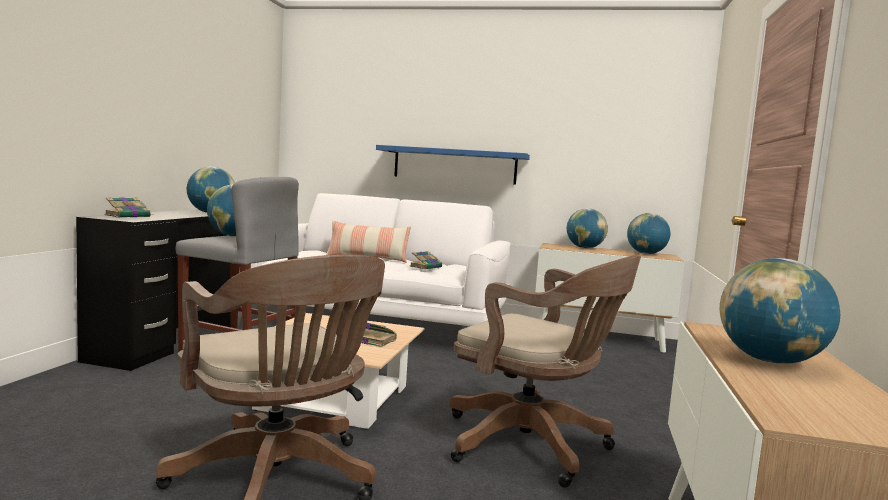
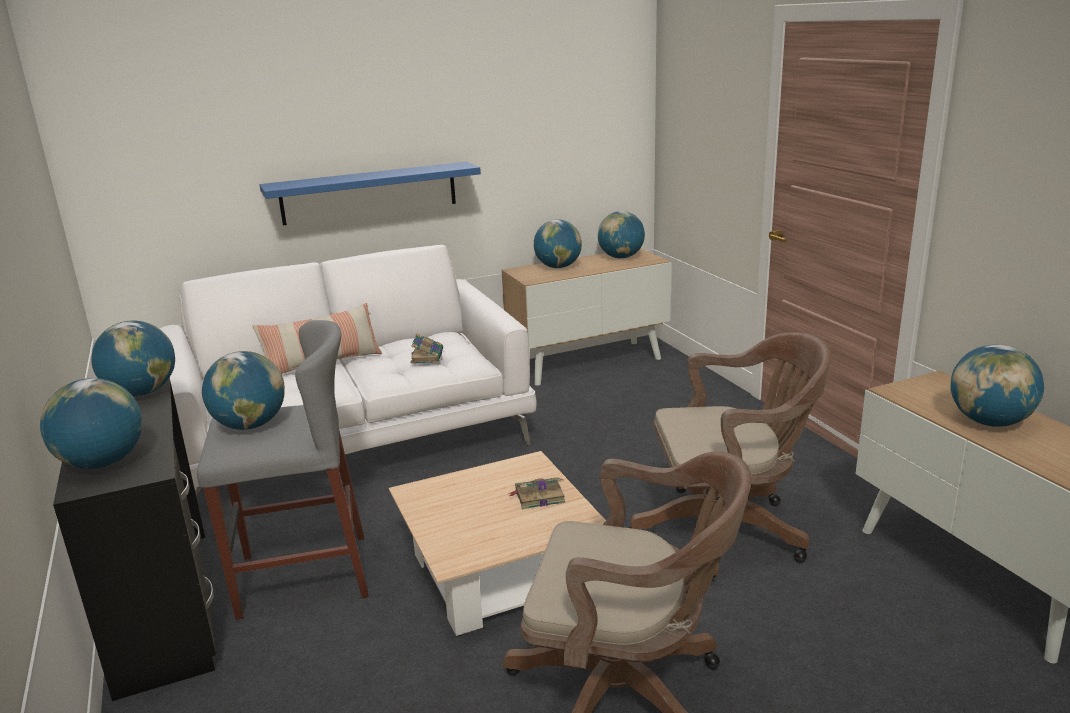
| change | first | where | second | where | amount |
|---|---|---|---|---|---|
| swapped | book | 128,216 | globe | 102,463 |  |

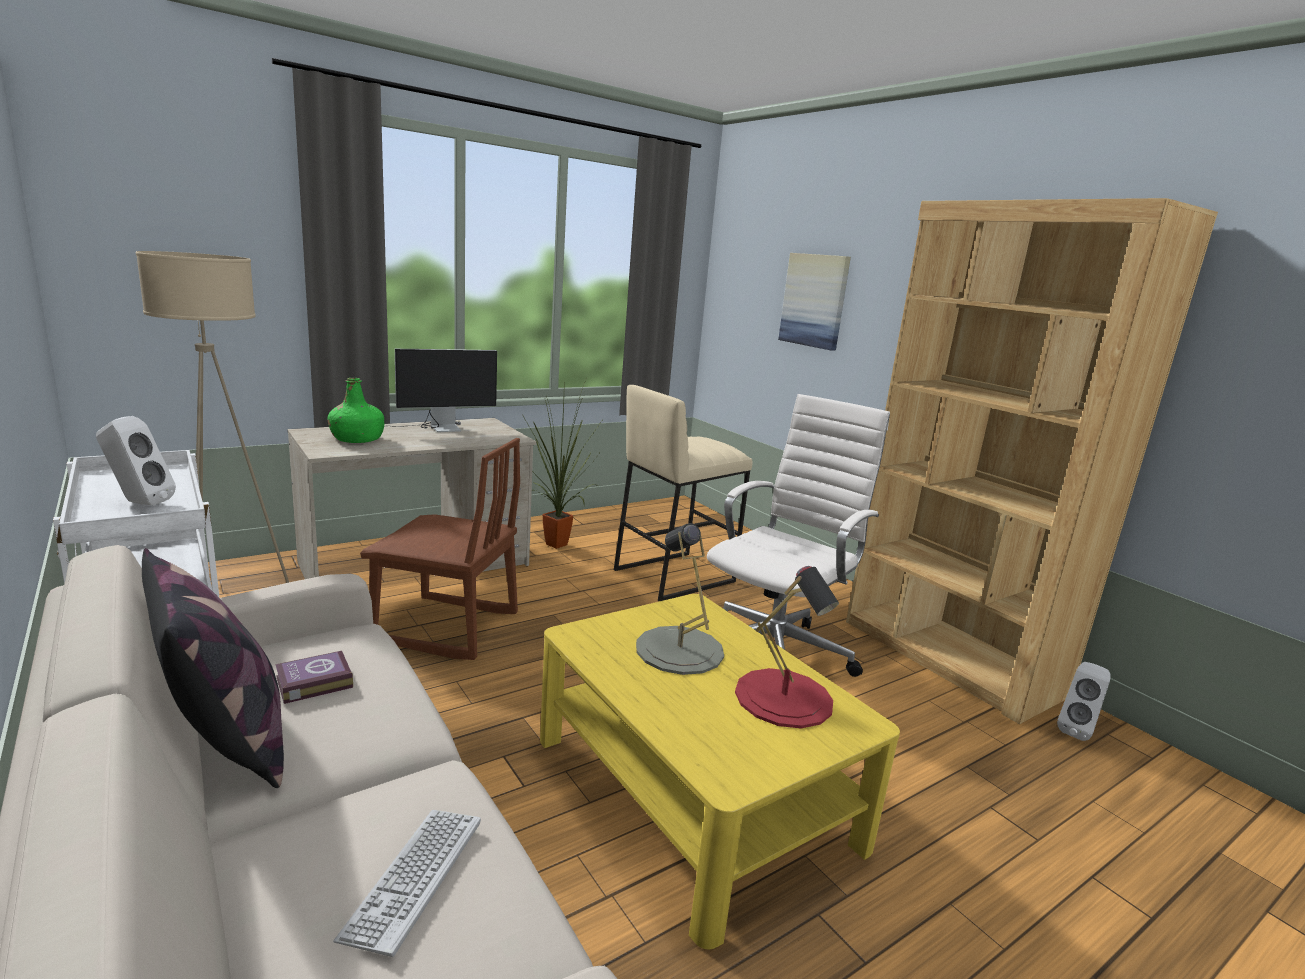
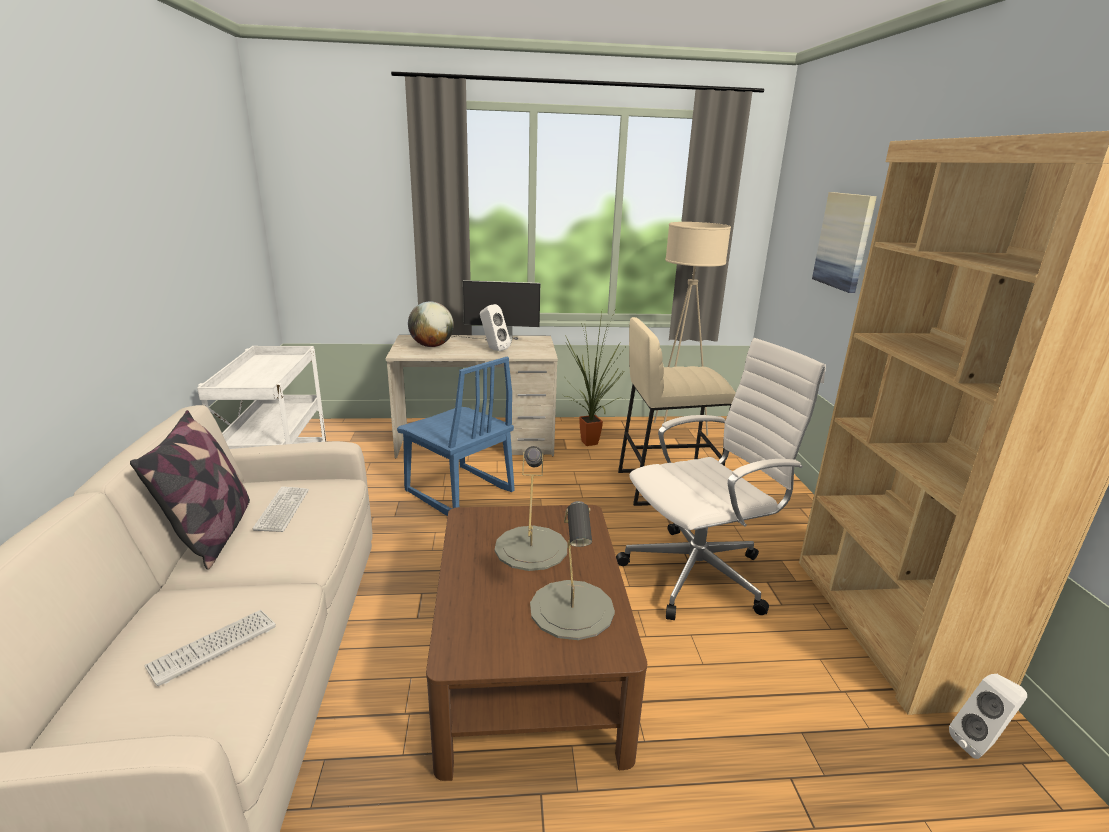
| change | first | where | second | where | amount |
|---|---|---|---|---|---|
| shifted | white speaker | 138,503 |  | 493,349 |  |
| shifted | beige floor lamp | 230,589 |  | 675,434 |  |
| swapped | book | 312,682 | keyboard | 282,510 |  |
| swapped | green bottle | 357,439 | globe | 432,346 |  |
| repainted | brown chair | 446,628 | blue chair | 458,492 |  |
| repainted | yellow coffee table | 693,790 | brown coffee table | 528,662 |  |
| repainted | red table lamp | 784,697 | grey table lamp | 572,609 |  |

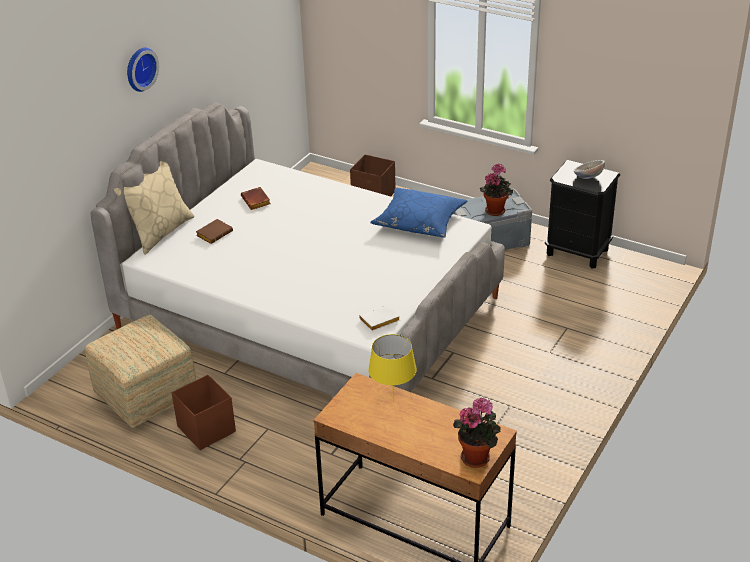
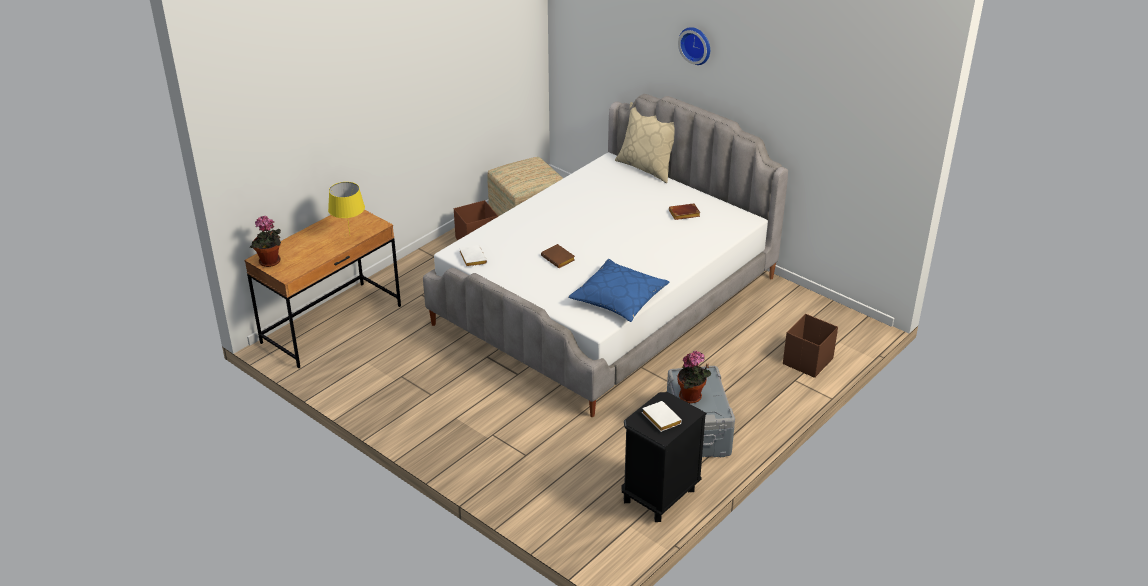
| change | first | where | second | where | amount |
|---|---|---|---|---|---|
| shifted | brown book | 214,233 |  | 559,259 |  |
| swapped | bowl | 588,177 | white book | 659,419 |  |

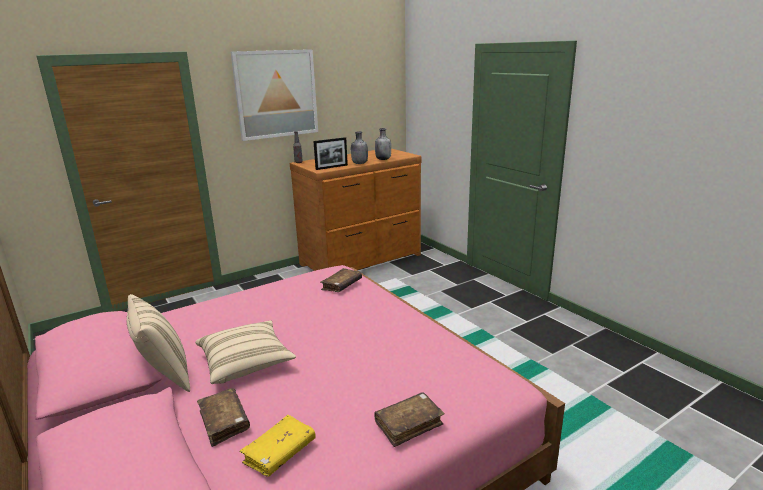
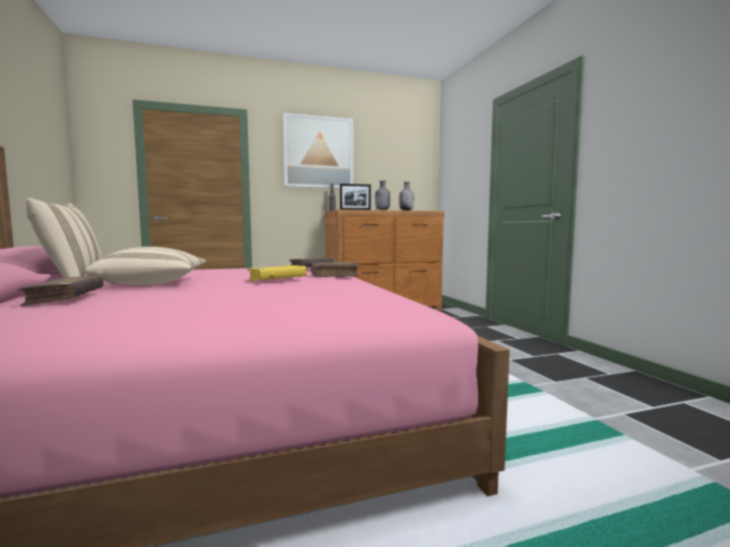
| change | first | where | second | where | amount |
|---|---|---|---|---|---|
| shifted | yellow book | 280,453 |  | 277,280 |  |
| shifted | brown book | 409,424 |  | 334,275 |  |

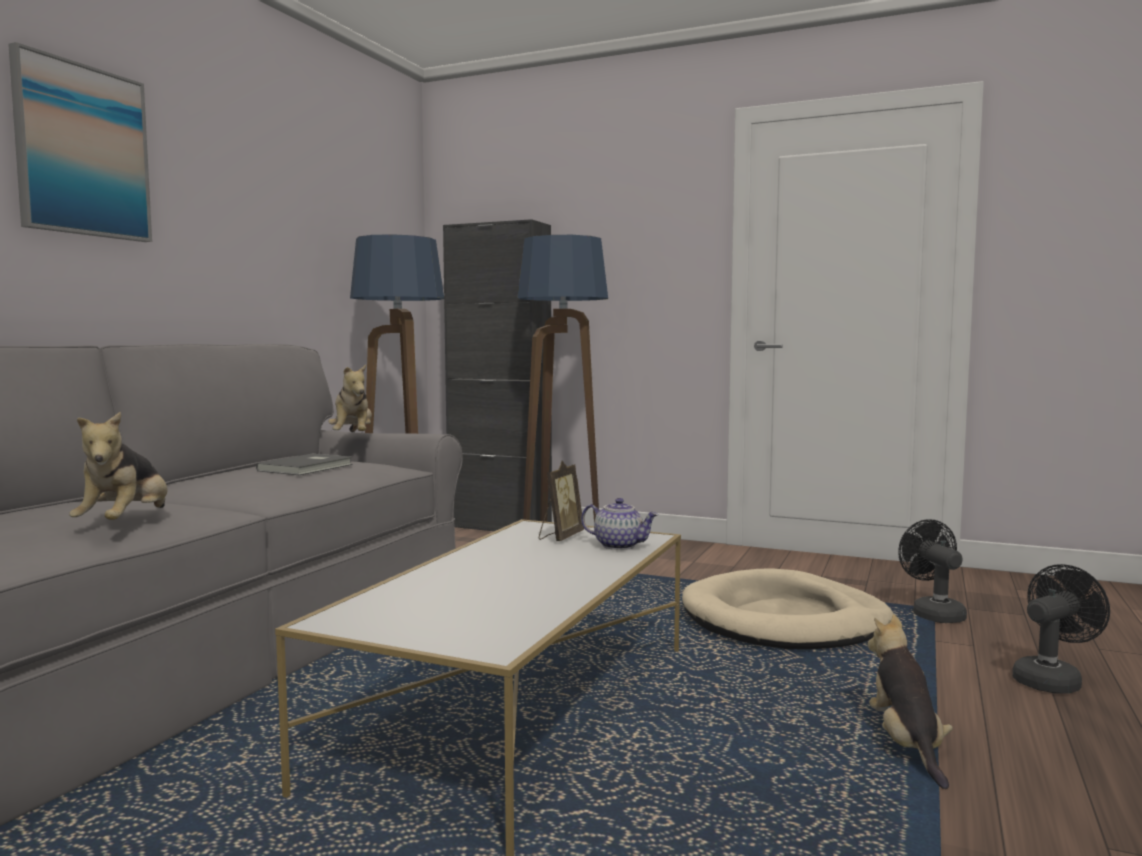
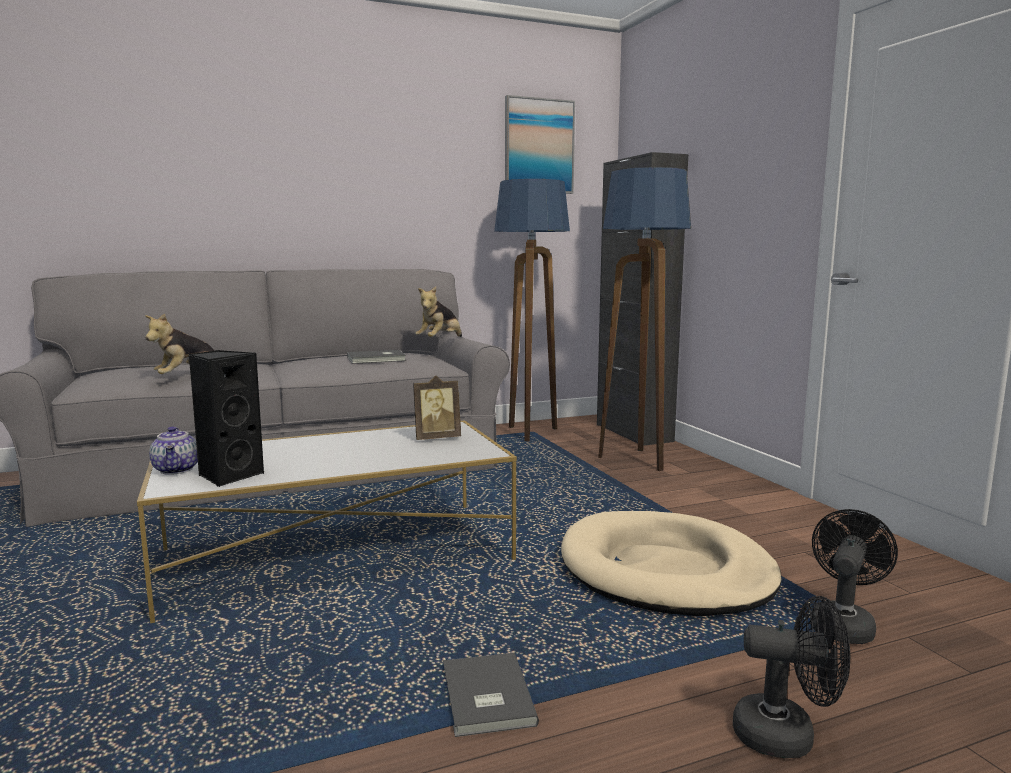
| change | first | where | second | where | amount |
|---|---|---|---|---|---|
| shifted | picture | 82,151 |  | 539,146 |  |
| shifted | teapot | 619,545 |  | 177,470 |  |
| swapped | plush toy | 906,745 | grey book | 484,698 |  |
| new |  |  | black speaker | 229,475 |  |

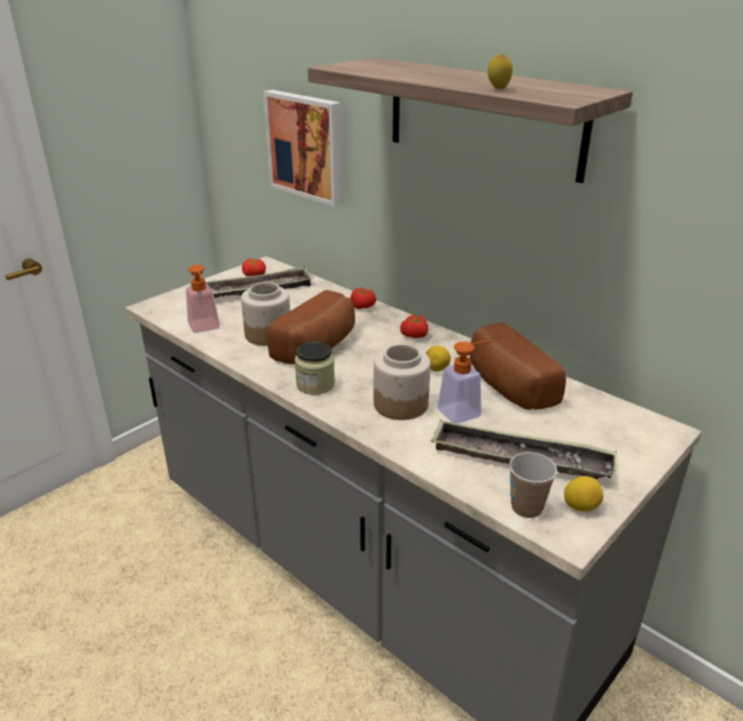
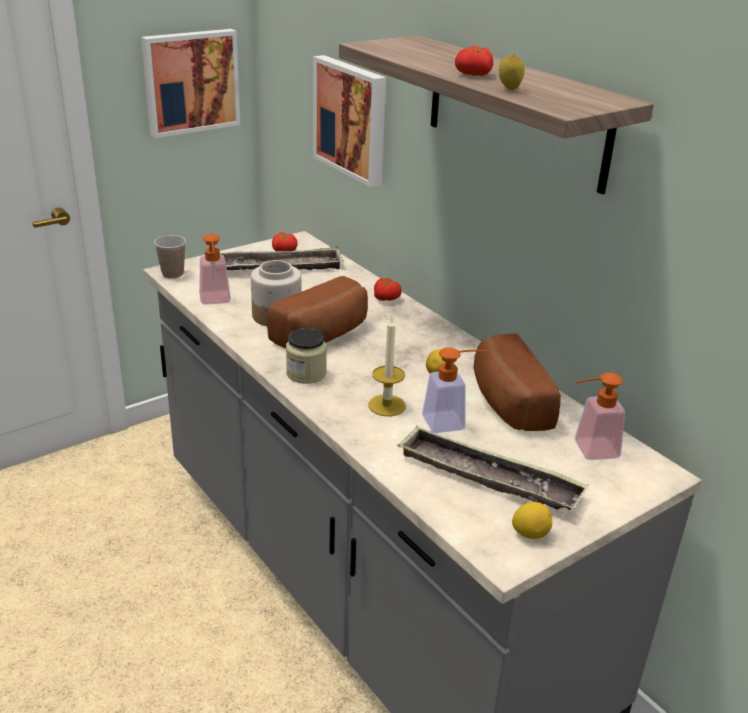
| change | first | where | second | where | amount |
|---|---|---|---|---|---|
| swapped | jar | 401,404 | candle | 387,405 |  |
| shifted | tomato | 415,336 |  | 475,75 |  |
| shifted | cup | 526,507 |  | 173,274 |  |
| new |  |  | picture | 190,81 |  |
| new |  |  | soap dispenser | 588,450 |  |

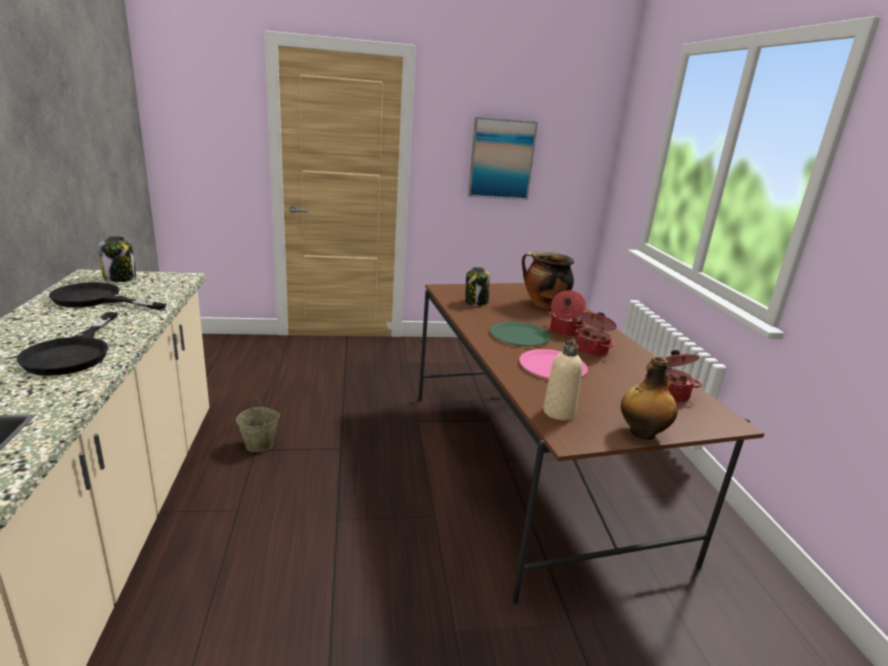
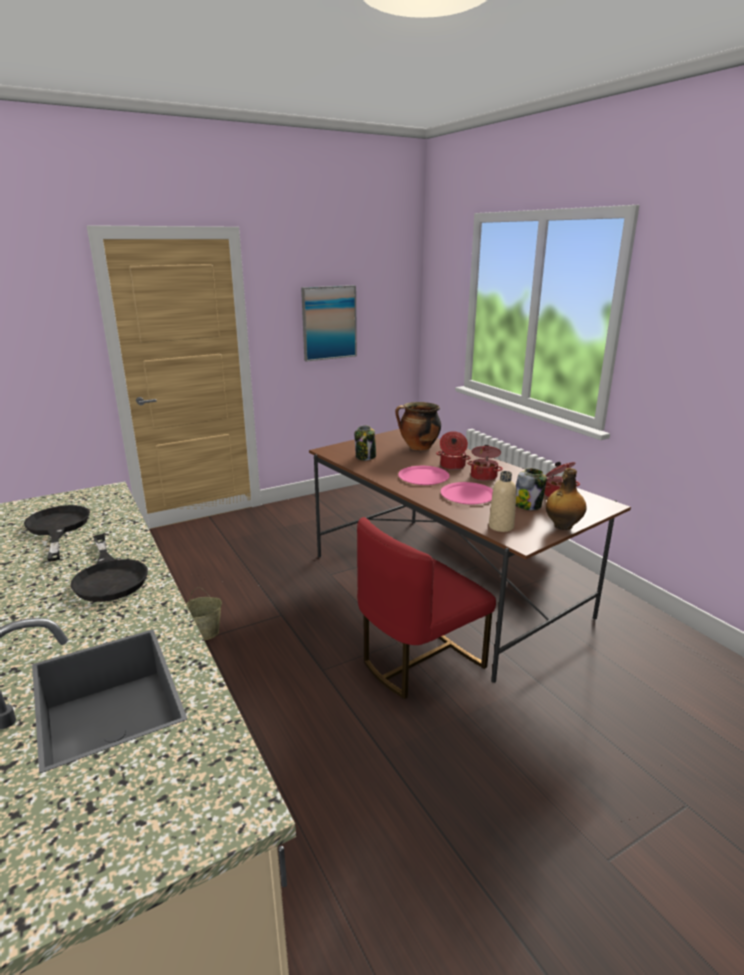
| change | first | where | second | where | amount |
|---|---|---|---|---|---|
| rotated | black frying pan | 96,299 |  | 58,528 | 75 degrees clockwise |
| shifted | jar | 120,278 |  | 527,505 |  |
| repainted | green plate | 519,335 | pink plate | 423,476 |  |
| new |  |  | red chair | 419,661 |  |

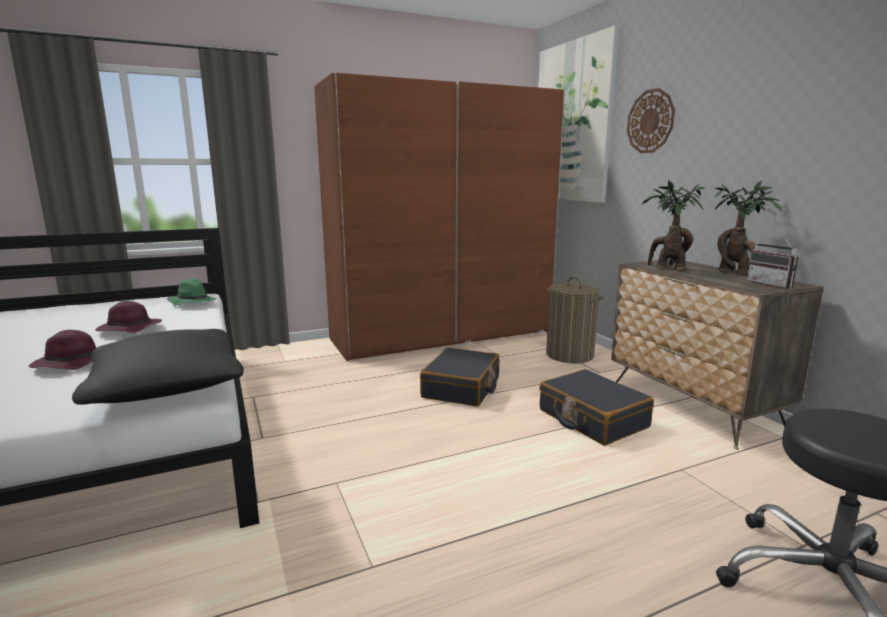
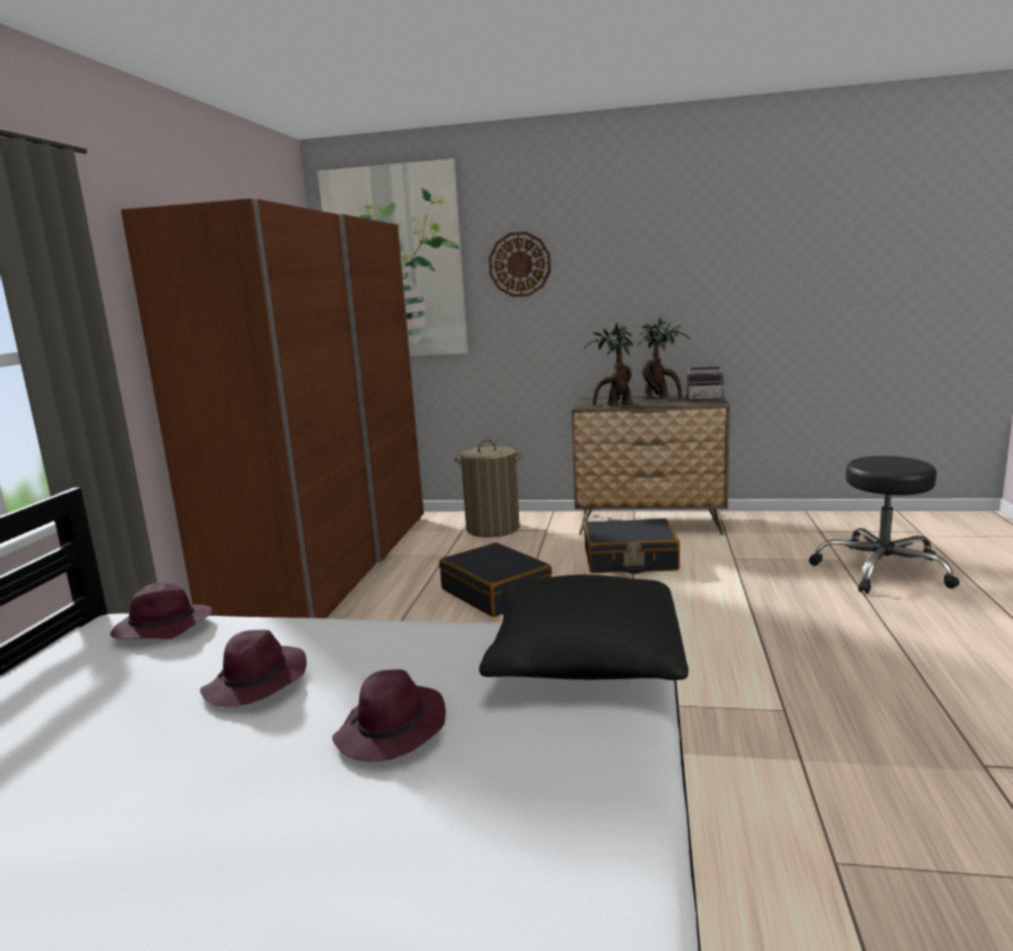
| change | first | where | second | where | amount |
|---|---|---|---|---|---|
| repainted | green hat | 192,302 | purple hat | 161,628 |  |

